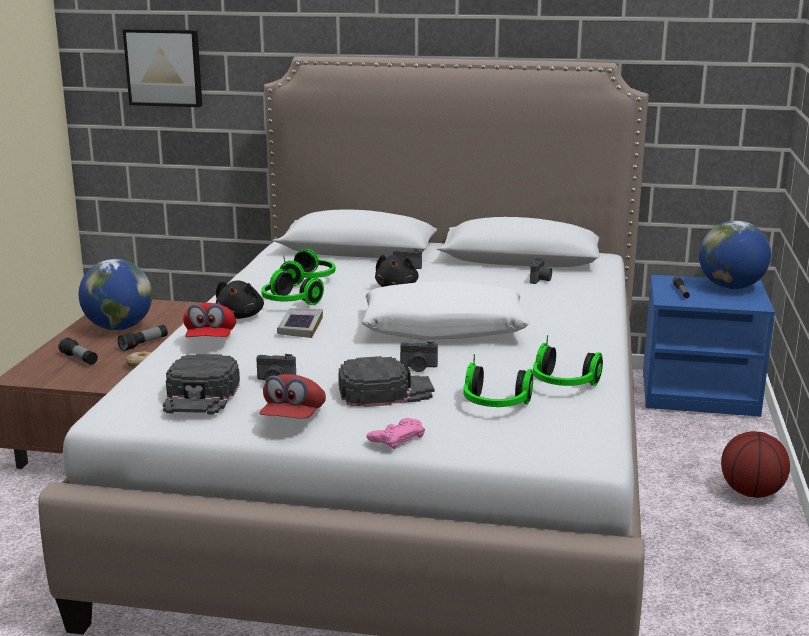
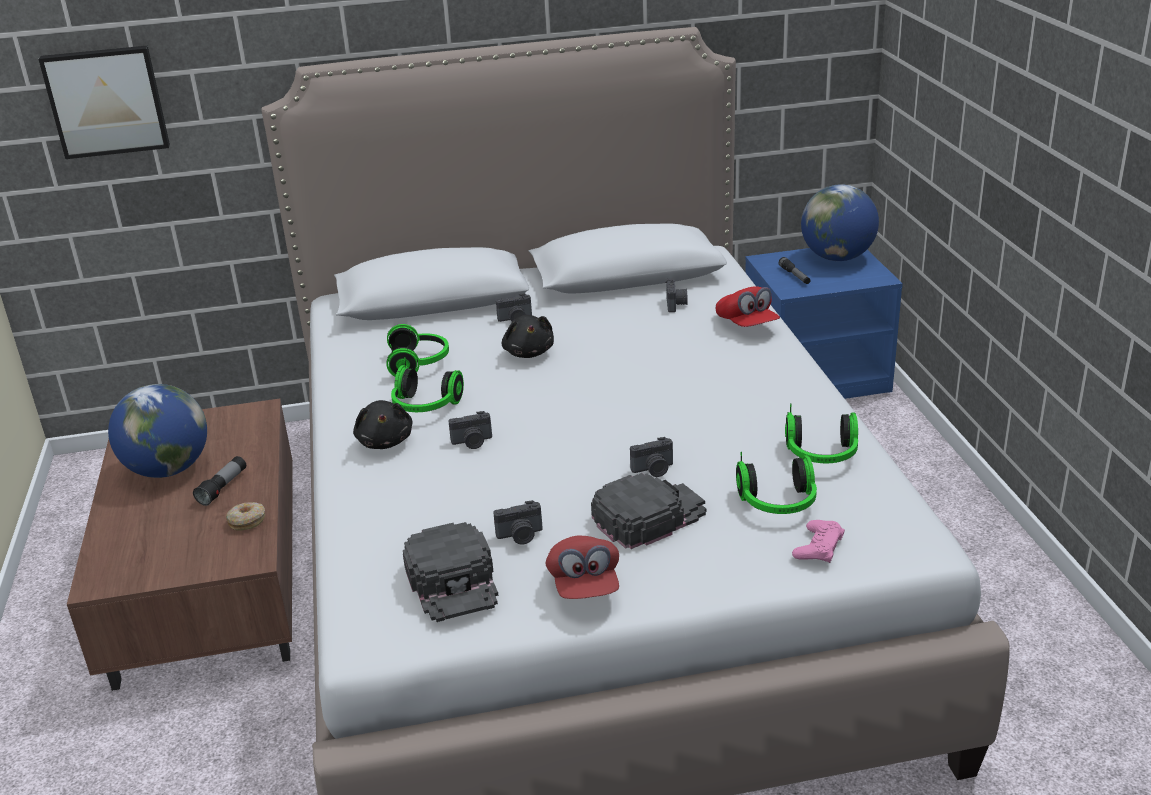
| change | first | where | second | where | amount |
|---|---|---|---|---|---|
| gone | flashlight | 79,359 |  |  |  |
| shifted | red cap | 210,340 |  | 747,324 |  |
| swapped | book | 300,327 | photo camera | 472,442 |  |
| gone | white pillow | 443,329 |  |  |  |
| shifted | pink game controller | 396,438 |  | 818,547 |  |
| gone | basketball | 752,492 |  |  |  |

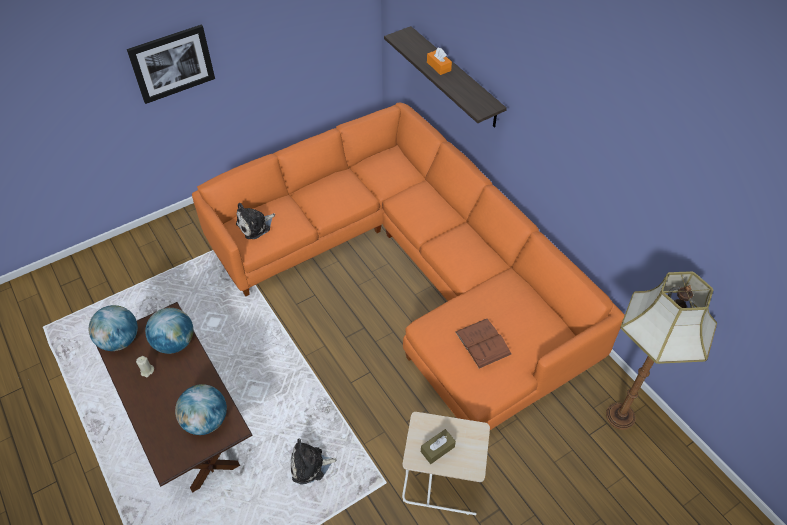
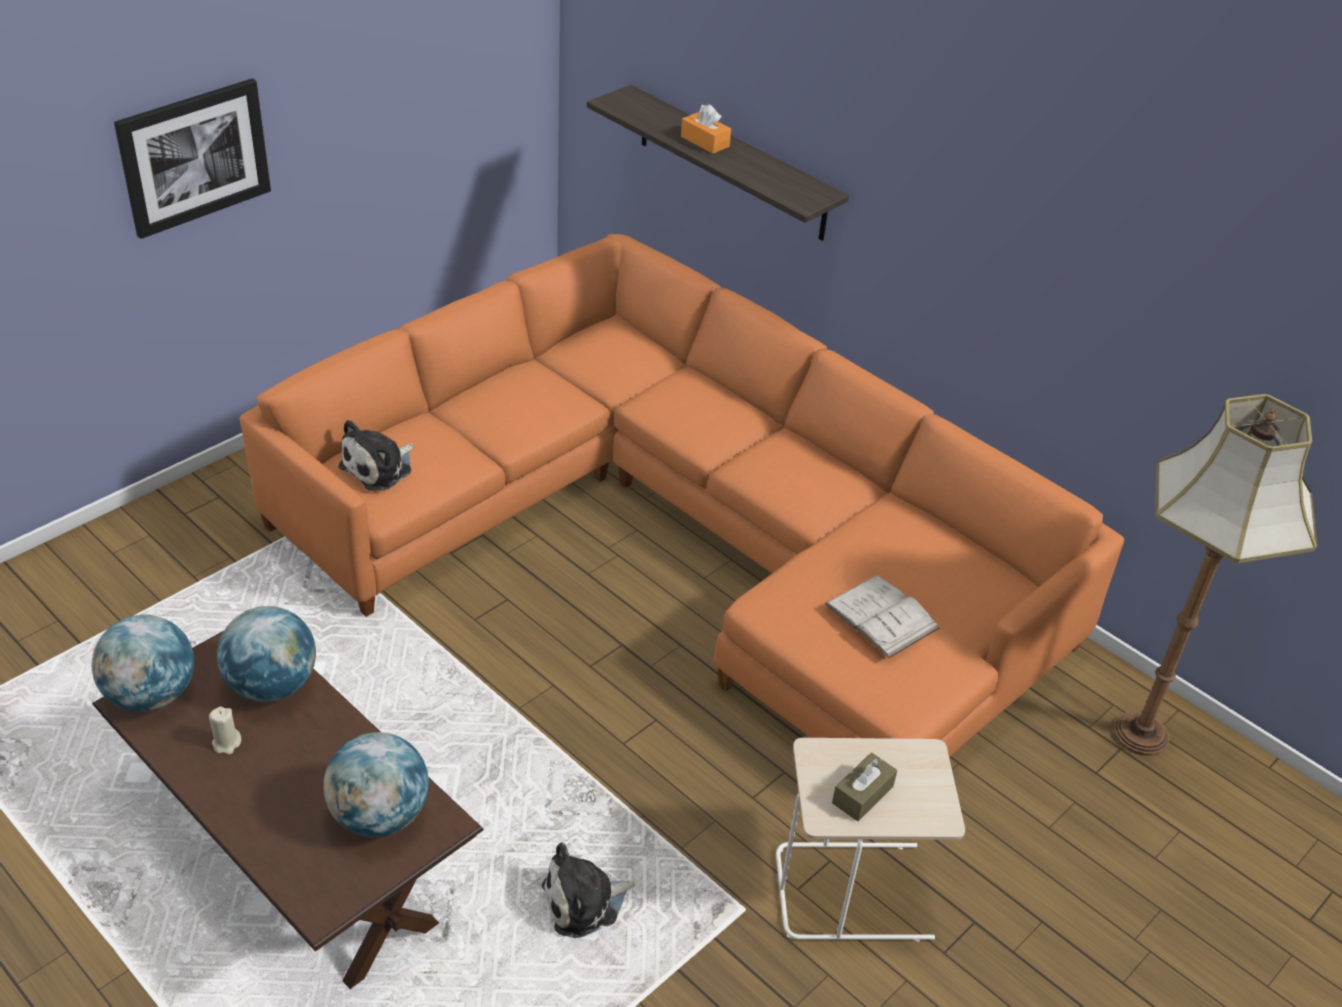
| change | first | where | second | where | amount |
|---|---|---|---|---|---|
| repainted | brown book | 483,343 | white book | 881,616 |  |

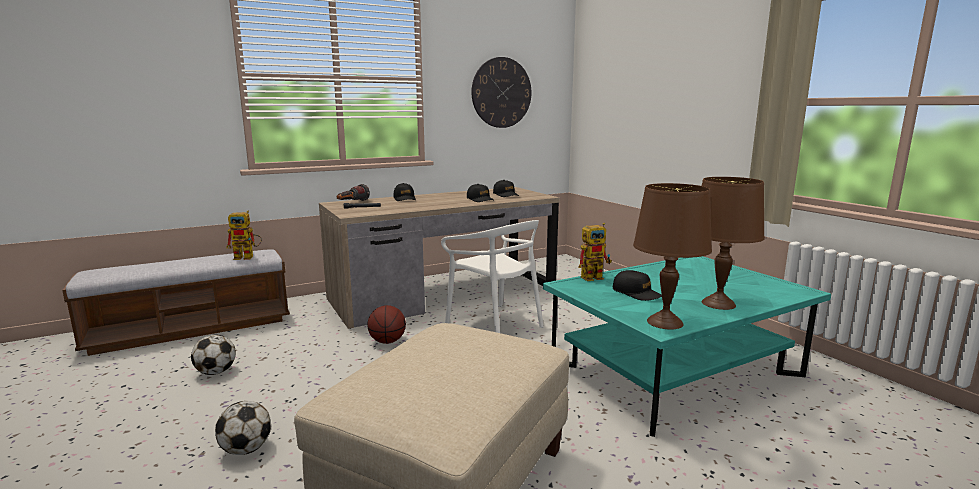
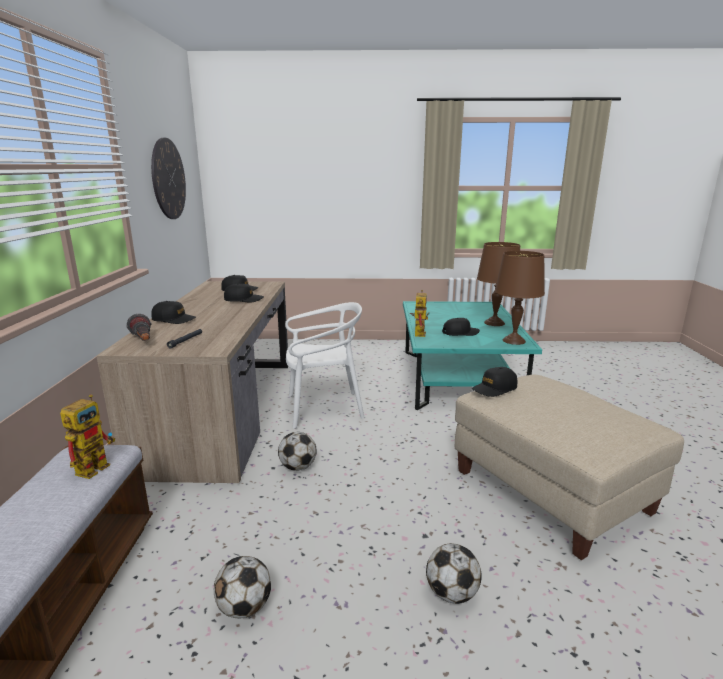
| change | first | where | second | where | amount |
|---|---|---|---|---|---|
| swapped | basketball | 387,341 | football | 298,467 |  |
| new |  |  | black cap | 494,388 |  |

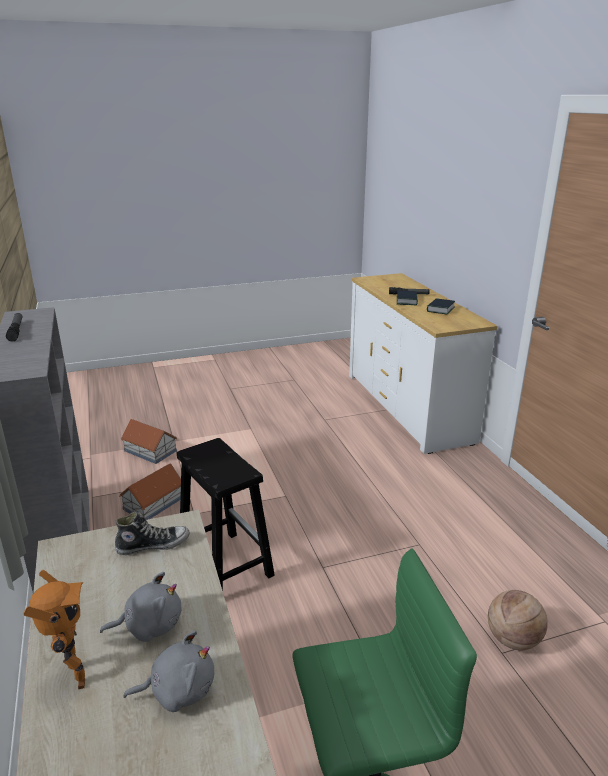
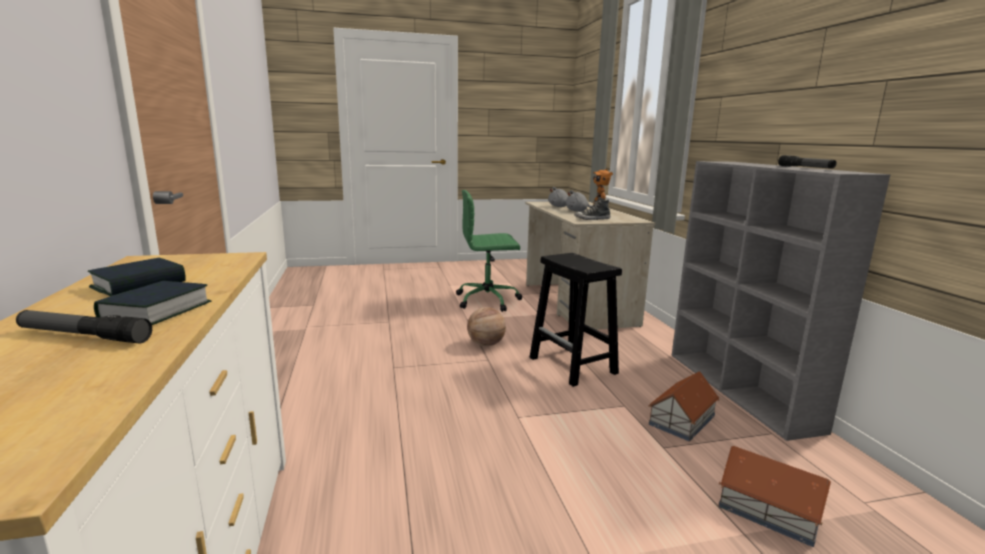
| change | first | where | second | where | amount |
|---|---|---|---|---|---|
| shifted | basketball | 512,639 |  | 486,344 |  |

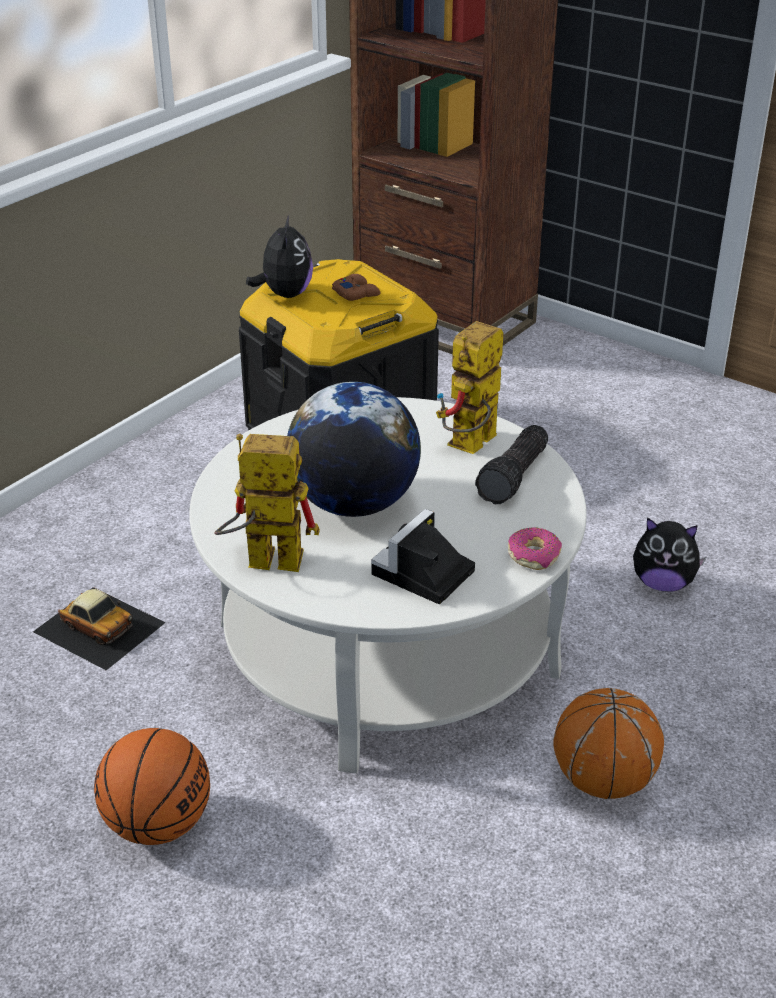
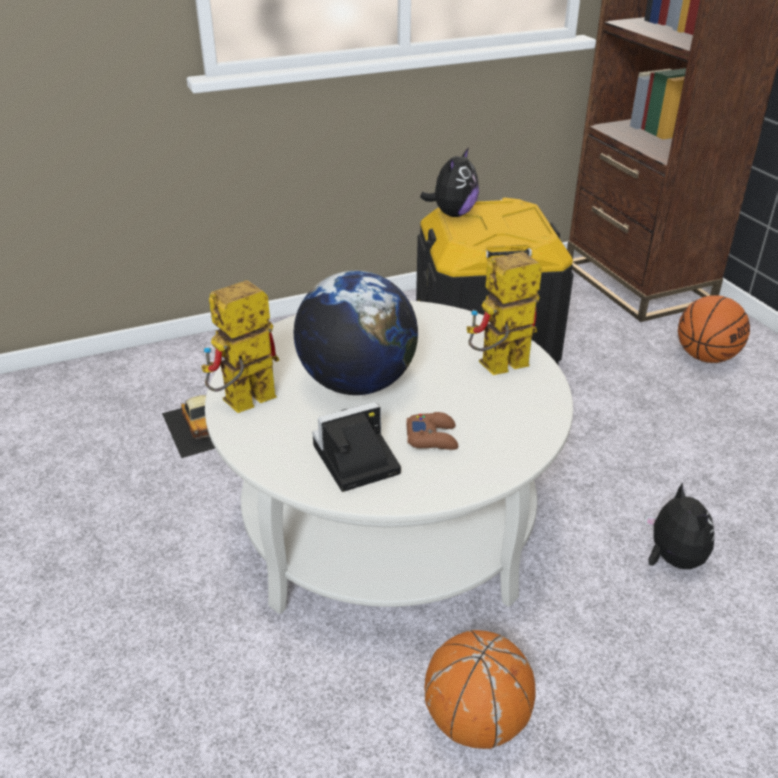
| change | first | where | second | where | amount |
|---|---|---|---|---|---|
| shifted | basketball | 158,824 |  | 706,357 |  |
| rotated | toy robot | 262,562 |  | 242,405 | 75 degrees counterclockwise |
| shifted | brown game controller | 356,293 |  | 432,437 |  |
| gone | flashlight | 515,477 |  |  |  |
| gone | donut | 534,555 |  |  |  |
| rotated | plush toy | 662,583 |  | 672,559 | 150 degrees counterclockwise |

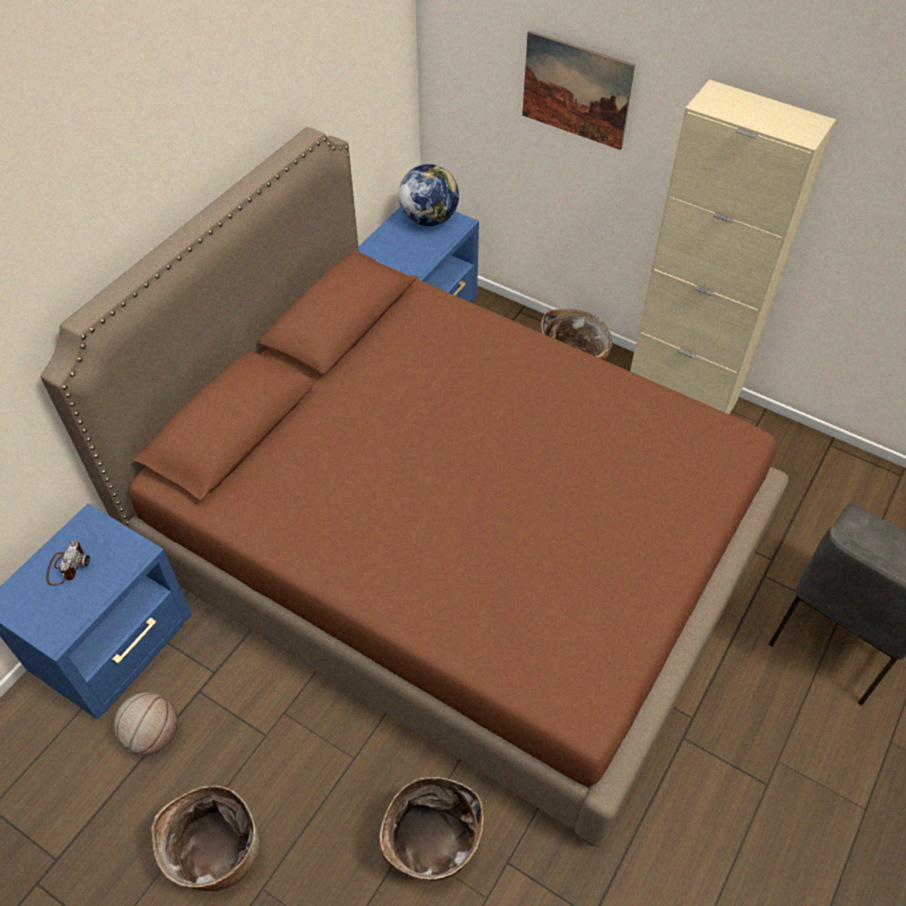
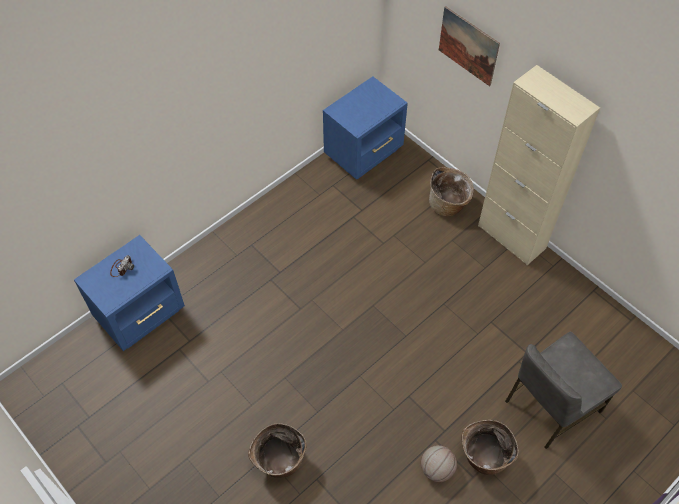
| change | first | where | second | where | amount |
|---|---|---|---|---|---|
| gone | brown bed | 451,552 |  |  |  |
| shifted | basketball | 153,735 |  | 436,469 |  |
| shifted | basket | 216,855 |  | 483,457 |  |
| gone | globe | 429,219 |  |  |  |

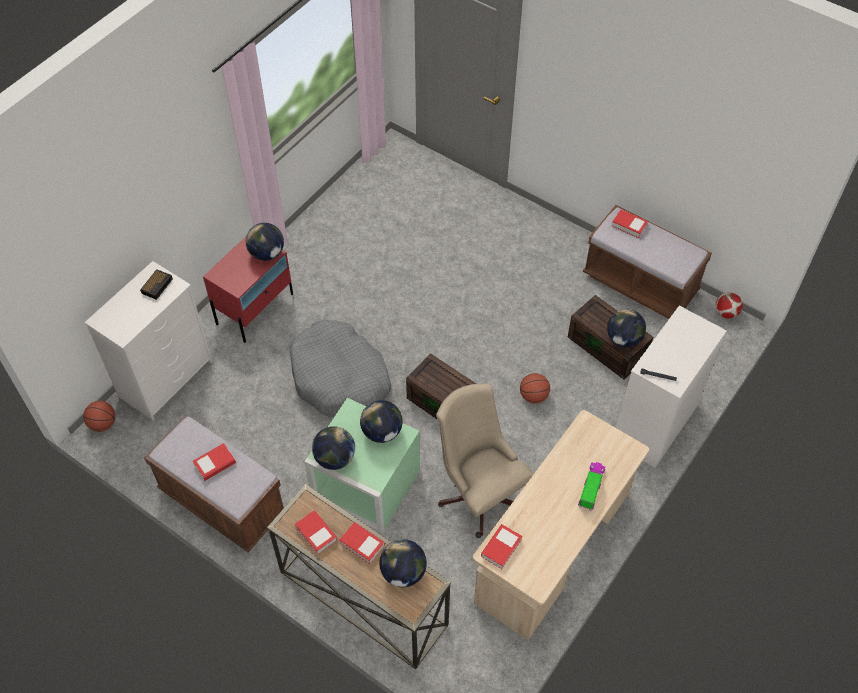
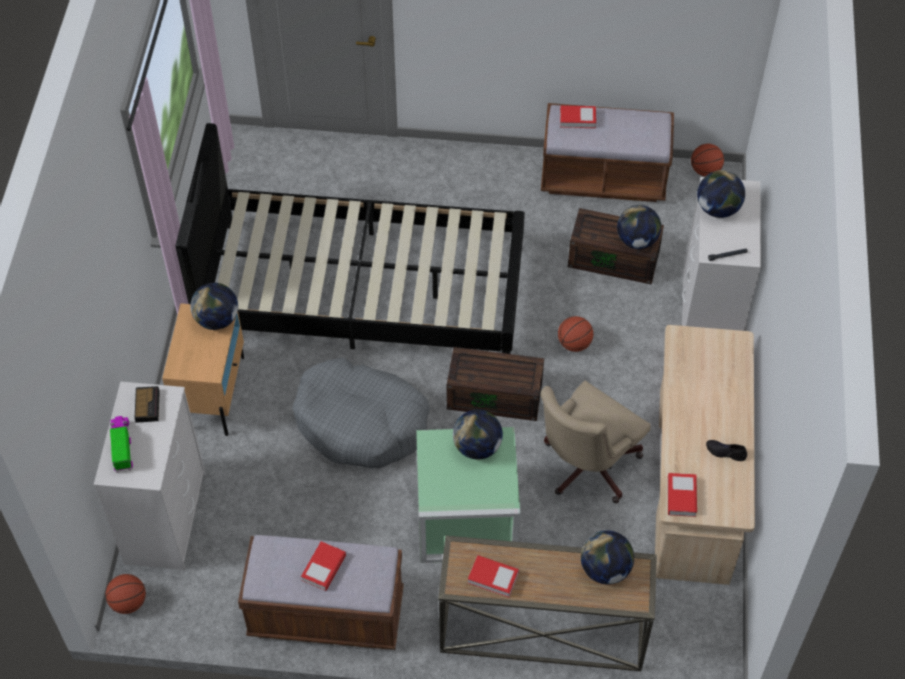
| change | first | where | second | where | amount |
|---|---|---|---|---|---|
| repainted | red nightstand | 255,308 | beige nightstand | 212,393 |  |
| shifted | globe | 335,458 |  | 718,209 |  |
| gone | book | 362,544 |  |  |  |
| rotated | beige office chair | 479,492 |  | 585,467 | 75 degrees counterclockwise |
| shifted | toy truck | 591,488 |  | 122,447 |  |
| swapped | football | 726,313 | basketball | 705,170 |  |
| new |  |  | black bed | 362,291 |  |
| new |  |  | black shoe | 725,452 |  |

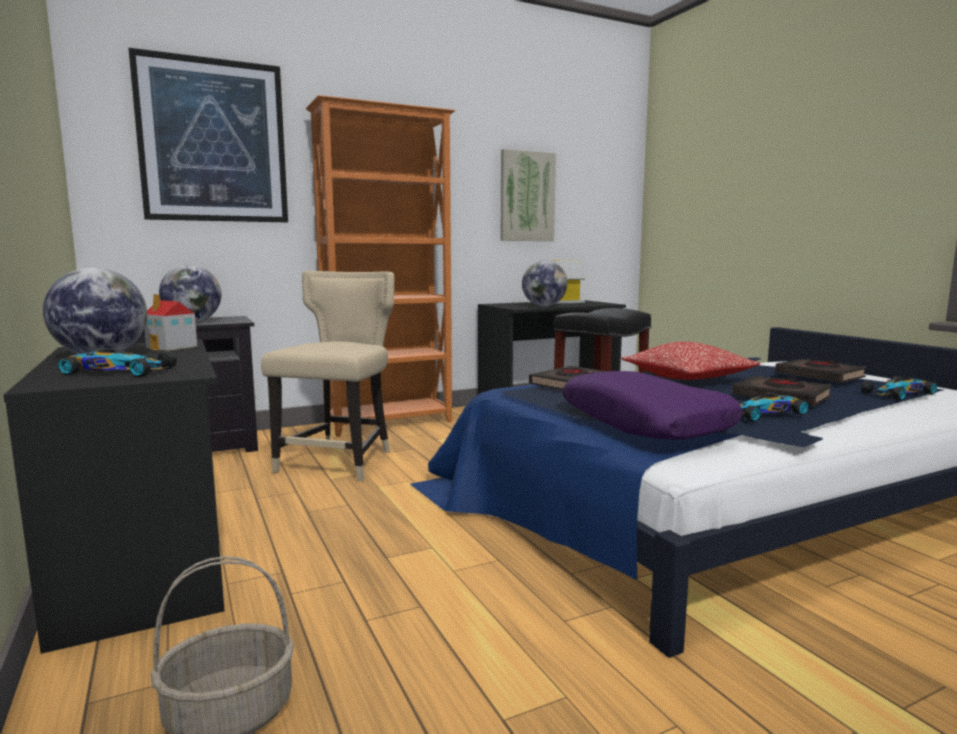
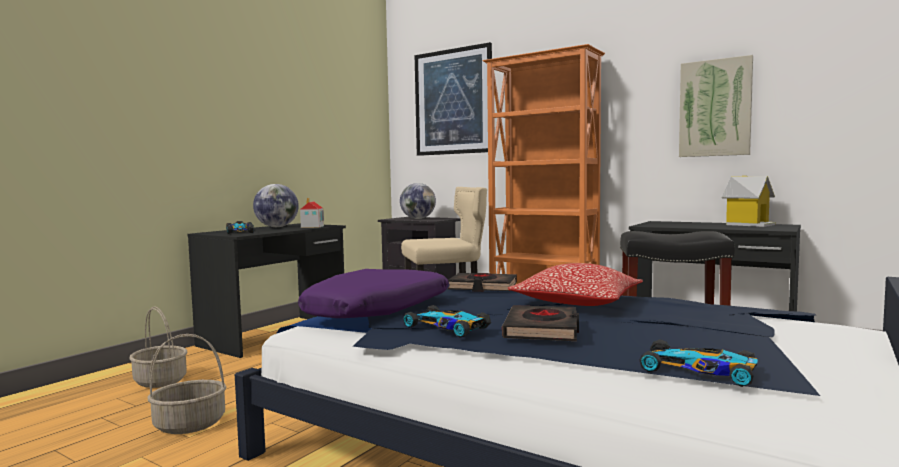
| change | first | where | second | where | amount |
|---|---|---|---|---|---|
| gone | globe | 544,306 |  |  |  |
| gone | black book | 819,376 |  |  |  |
| new |  |  | basket | 189,425 |  |

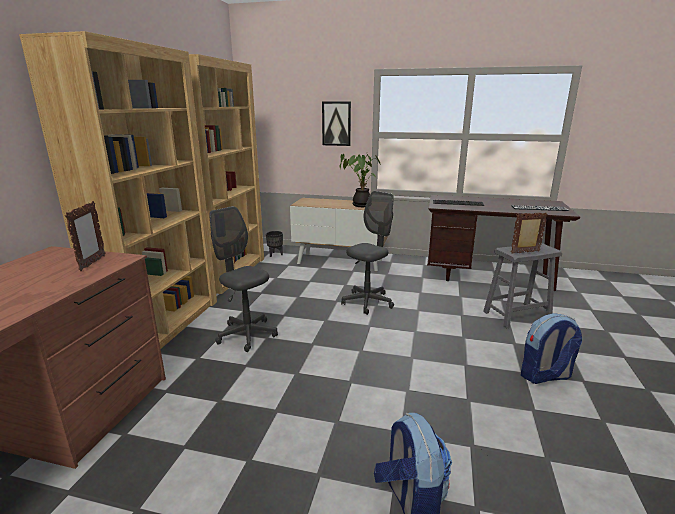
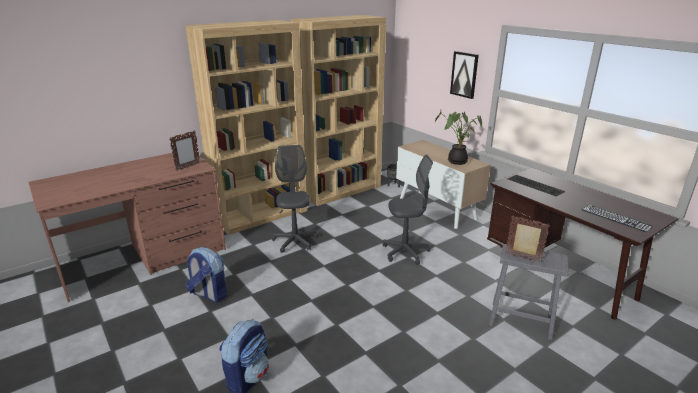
| change | first | where | second | where | amount |
|---|---|---|---|---|---|
| shifted | backpack | 545,376 |  | 209,294 |  |

